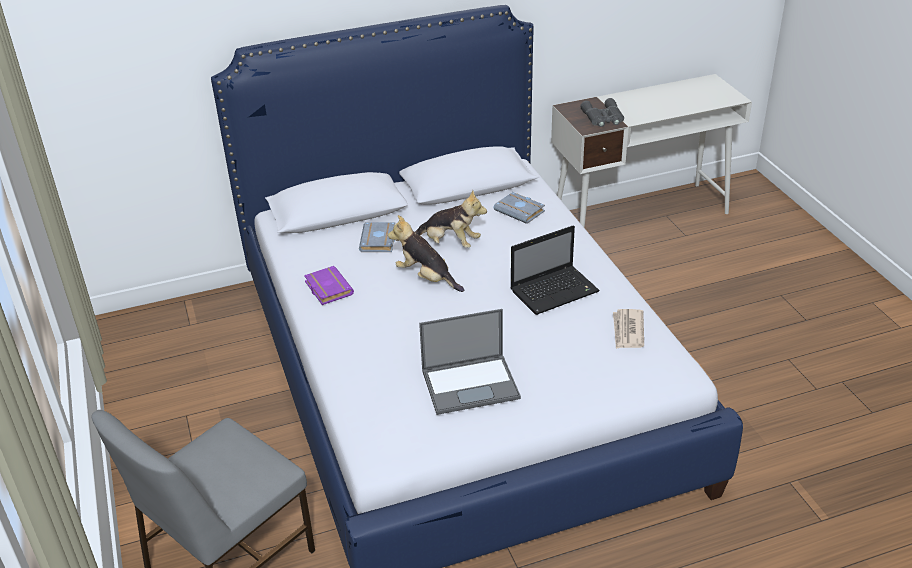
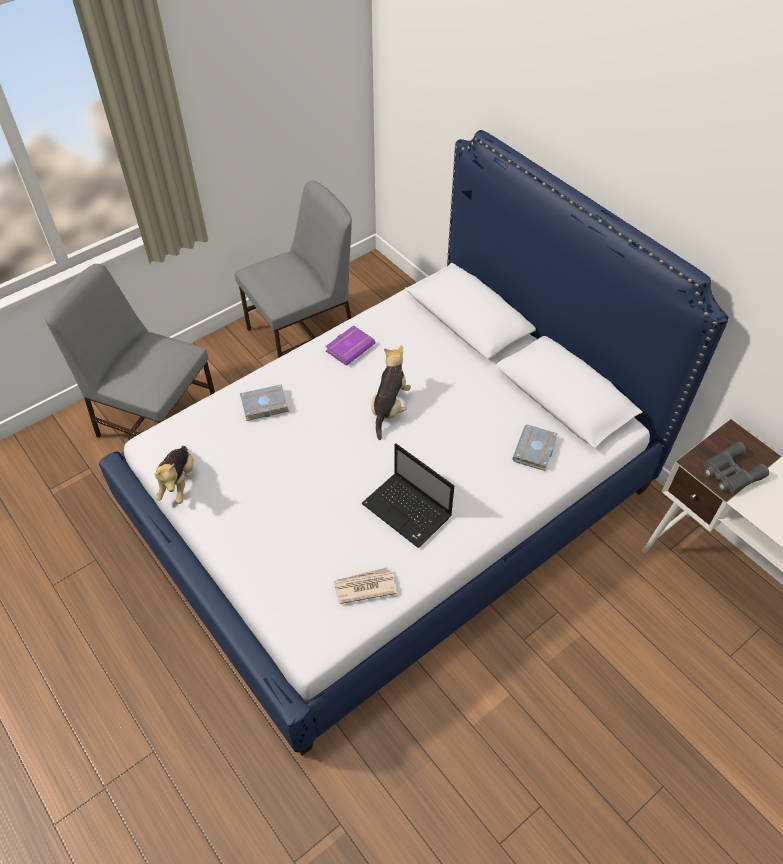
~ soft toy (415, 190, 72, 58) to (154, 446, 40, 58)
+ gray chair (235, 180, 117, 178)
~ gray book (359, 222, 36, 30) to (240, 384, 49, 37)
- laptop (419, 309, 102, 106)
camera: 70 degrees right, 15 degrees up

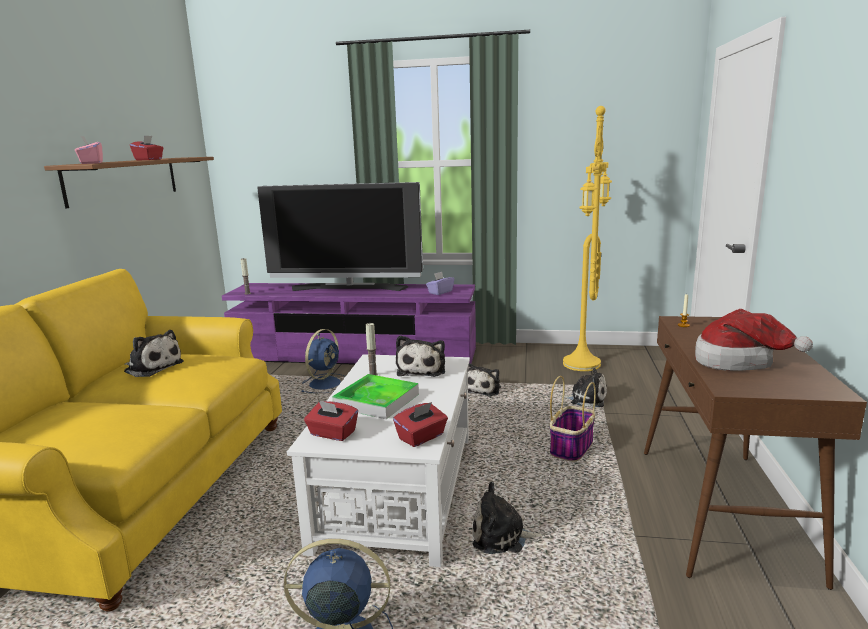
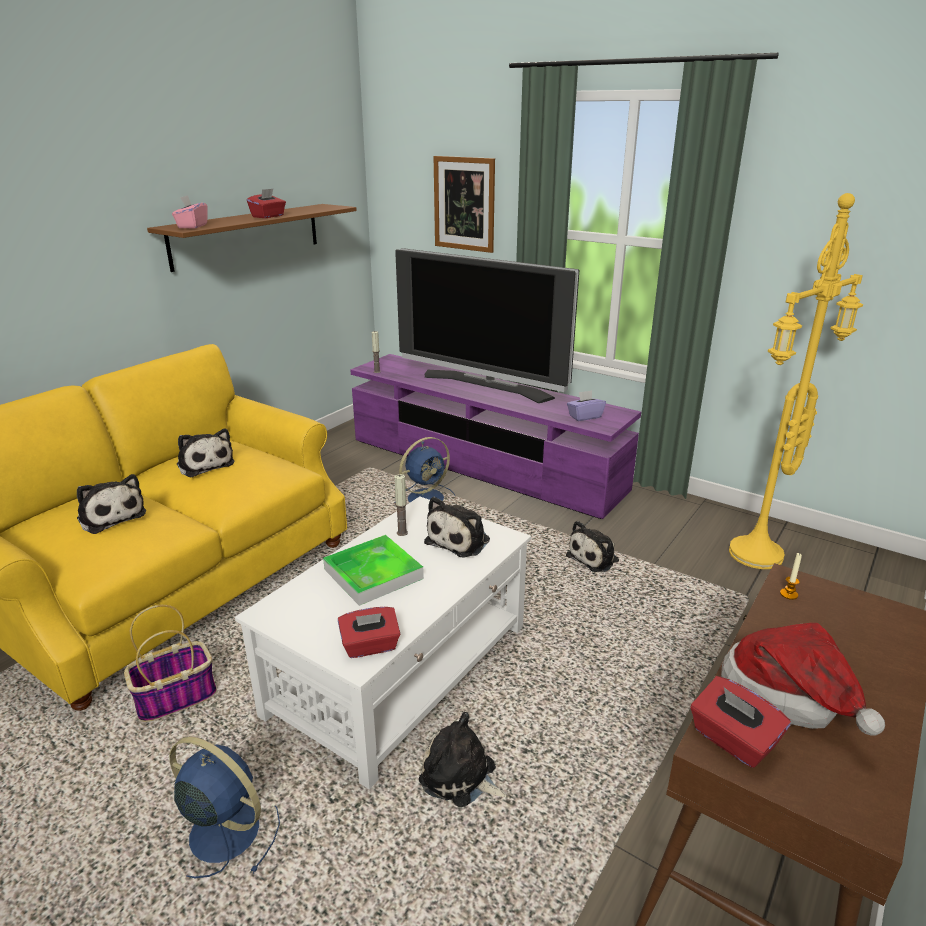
~ soft toy (560, 368, 47, 39) to (77, 474, 69, 60)
~ household basket (549, 376, 47, 86) to (124, 605, 93, 117)
+ wall art (434, 156, 61, 97)
~ reddish tissue holder (304, 400, 54, 41) to (690, 676, 101, 92)
camera: 25 degrees right, 10 degrees up

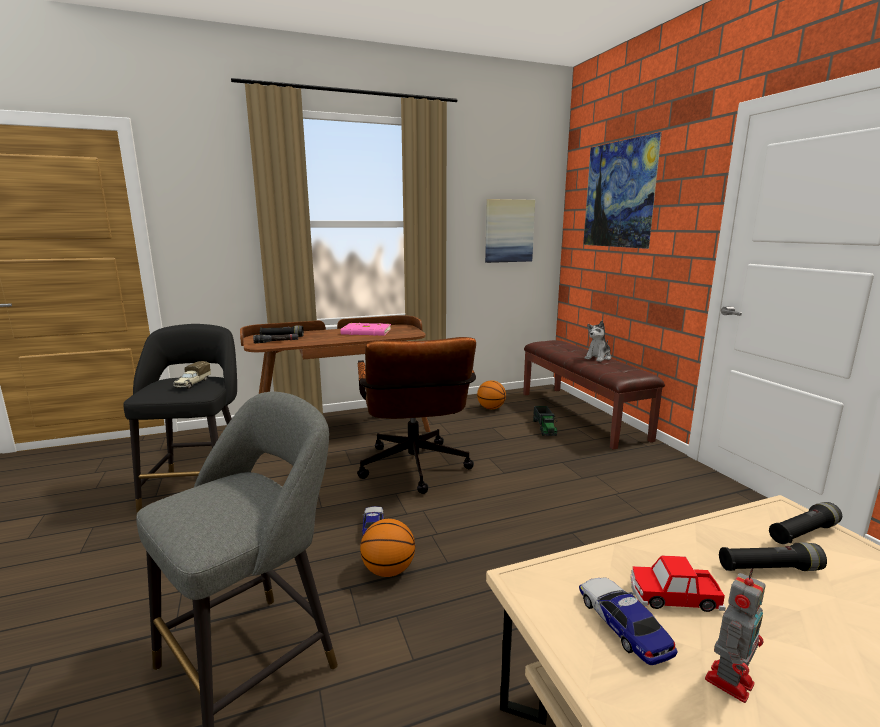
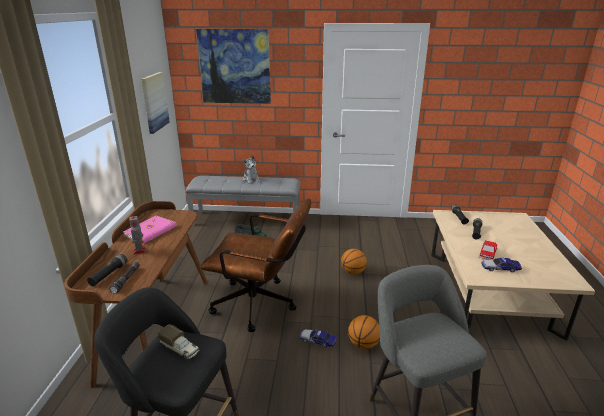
~ toy robot (705, 568, 61, 135) to (129, 213, 17, 42)
~ brownish indoor bench (523, 340, 142, 110) to gray indoor bench (185, 176, 116, 50)
~ basketball ball (477, 380, 29, 29) to (341, 249, 26, 25)
camera: 65 degrees left, 10 degrees up

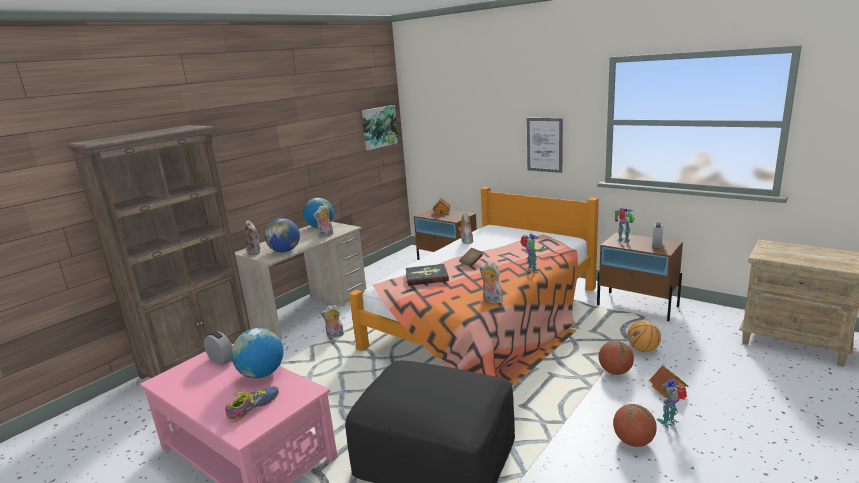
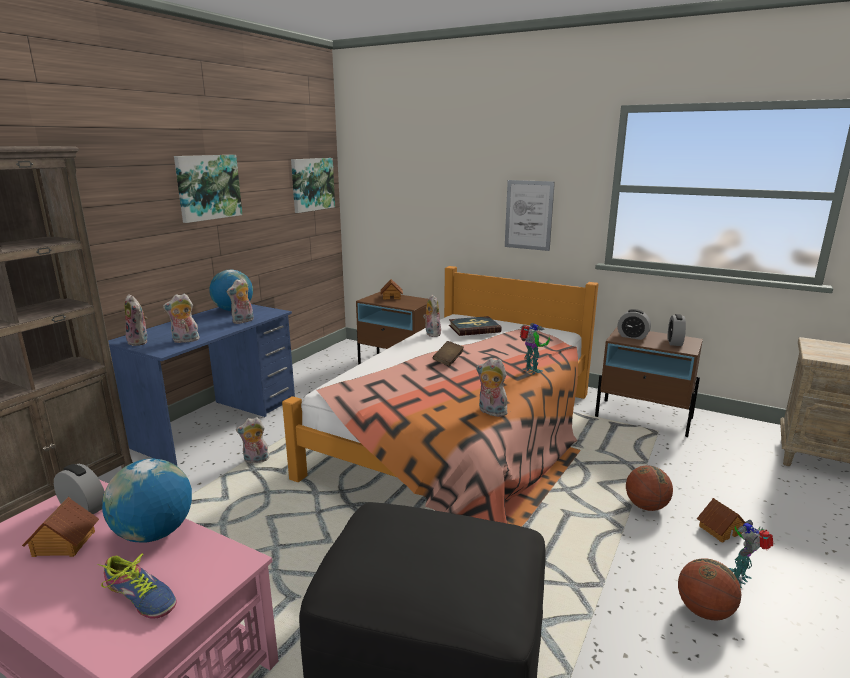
+ miniature house (22, 497, 77, 60)
~ item of footwear (225, 386, 54, 36) = (97, 553, 79, 65) 90 degrees clockwise
~ beige-coloured desk table (235, 222, 131, 118) to bluish desk table (108, 304, 187, 162)
~ world globe (264, 218, 36, 34) to soft toy (163, 294, 37, 49)
+ wall art (174, 155, 68, 68)
~ book (406, 264, 43, 22) to (449, 316, 53, 20)
~ toy robot (615, 208, 19, 35) to table clock (617, 309, 34, 31)
- basketball ball (627, 321, 34, 31)
camera: 10 degrees left, 0 degrees up

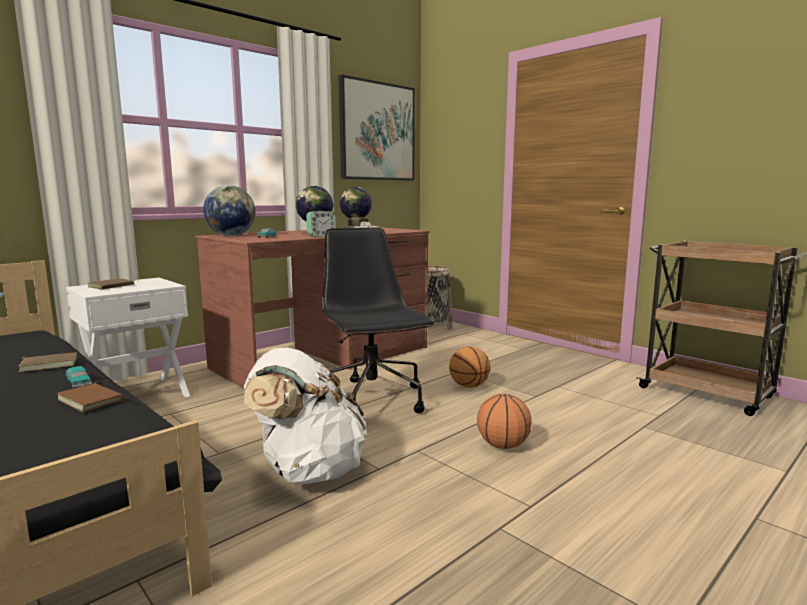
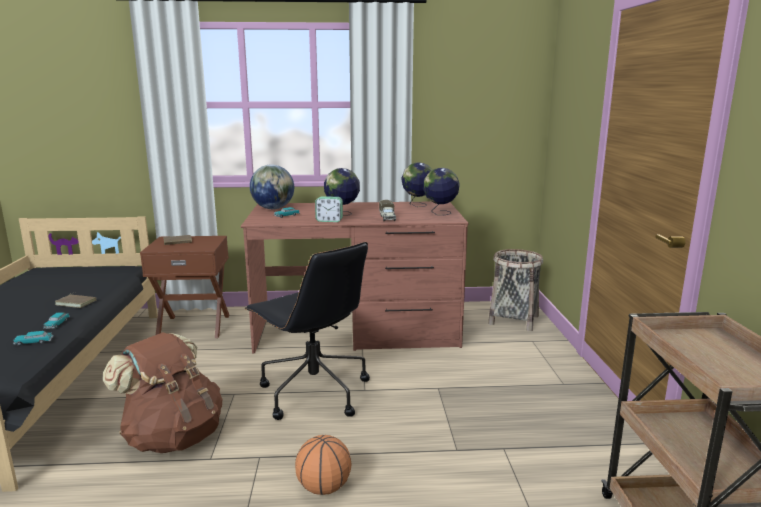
~ brownish book (57, 380, 66, 32) to toy car (13, 331, 41, 15)
~ white-coloured knapsack (244, 347, 123, 138) to brownish knapsack (102, 332, 120, 121)
~ white-coloured bedside table (66, 278, 124, 119) to brownish bedside table (140, 236, 90, 102)
~ black-coloured computer chair (322, 228, 113, 185) = (245, 242, 125, 178) 120 degrees clockwise
+ world globe (423, 168, 37, 47)
- wall art (338, 75, 77, 106)
- basketball ball (449, 347, 41, 41)
camera: 40 degrees right, 5 degrees up

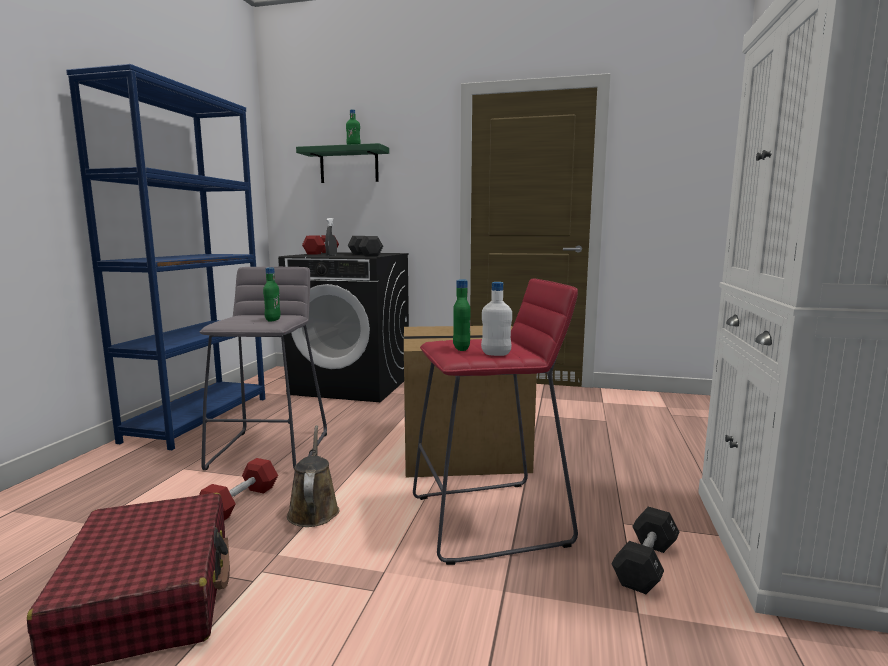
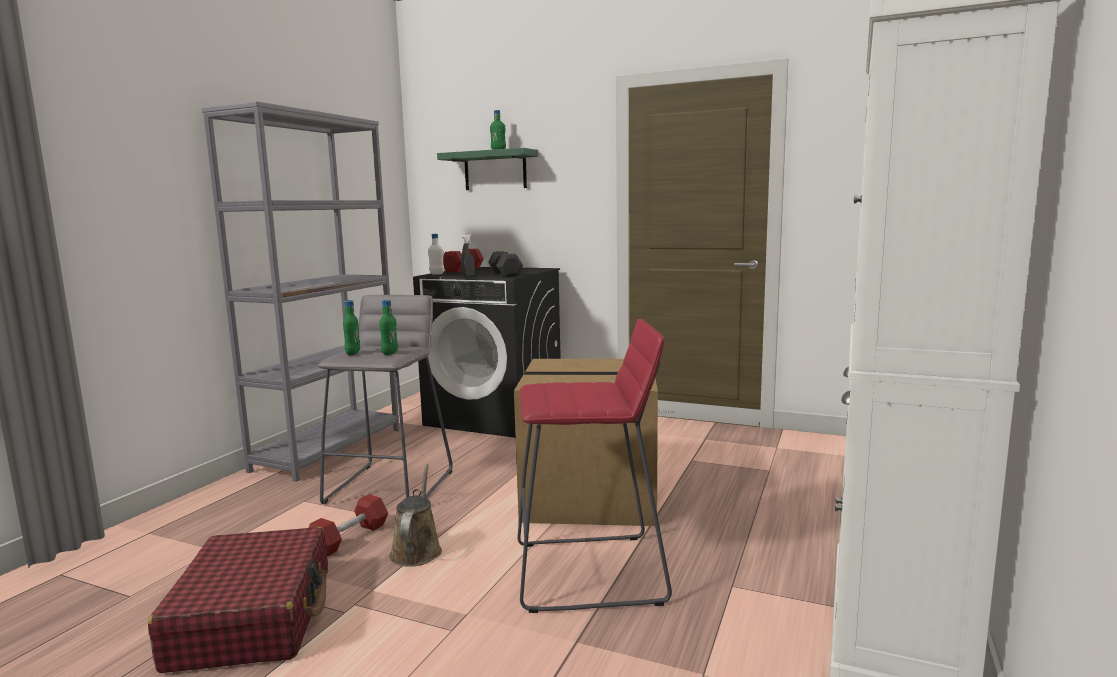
~ bluish bookshelf (66, 64, 199, 386) to gray bookshelf (202, 101, 198, 381)
~ greenish bottle (453, 279, 17, 72) to (343, 300, 17, 55)
~ white-coloured bottle (481, 282, 31, 74) to (428, 234, 16, 41)
- black-coloured free weight (611, 507, 68, 87)
camera: 10 degrees right, 0 degrees up

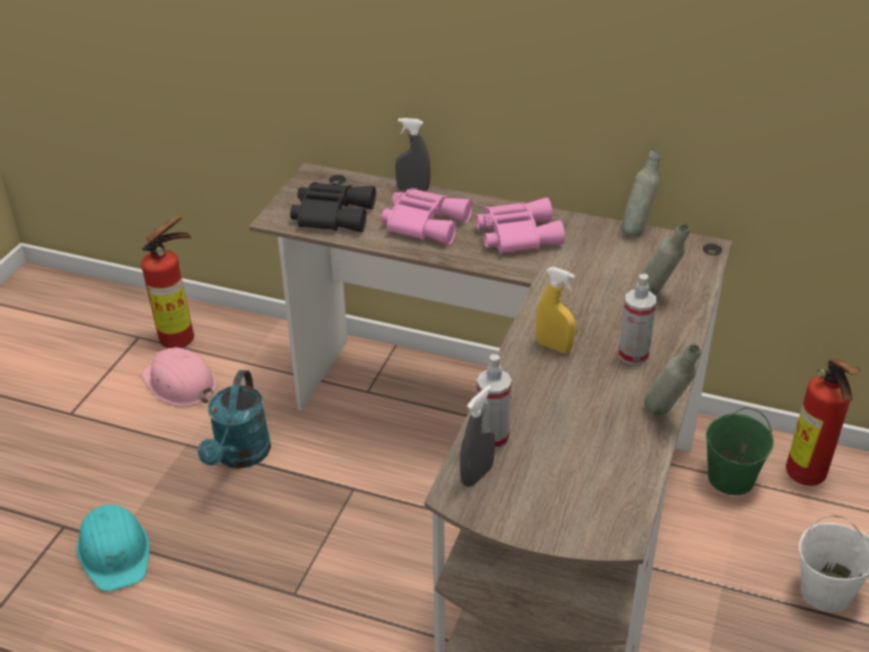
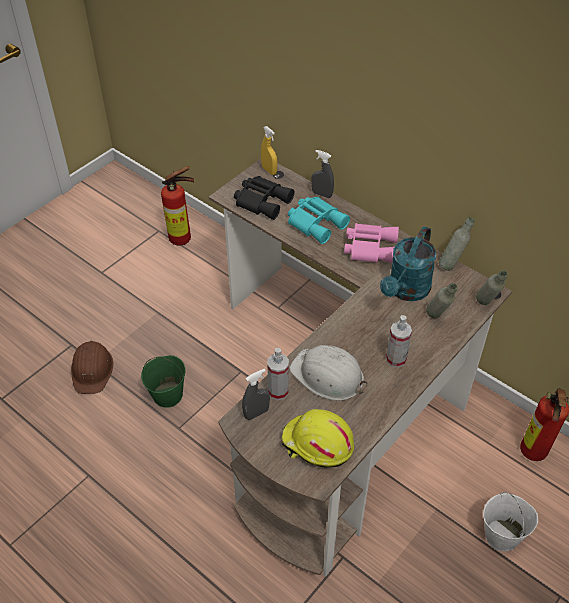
~ turquoise-coloured safety helmet (77, 505, 73, 86) to brownish safety helmet (71, 340, 42, 54)
~ greenish pail (706, 407, 68, 88) to (141, 355, 45, 53)
~ yellowish spray bottle (536, 267, 40, 86) to (261, 126, 16, 49)
+ yellowish safety helmet (281, 409, 73, 59)
~ pinkish pair of binoculars (381, 188, 92, 57) to turquoise-coloured pair of binoculars (288, 197, 62, 47)
+ white-coloured safety helmet (289, 345, 79, 56)
~ turquoise-coloured watering pot (198, 370, 73, 99) to (380, 226, 56, 75)
~ gray bottle (644, 344, 57, 72) to (476, 270, 32, 35)
- pinkish safety helmet (142, 347, 74, 59)
camera: 20 degrees right, 10 degrees up

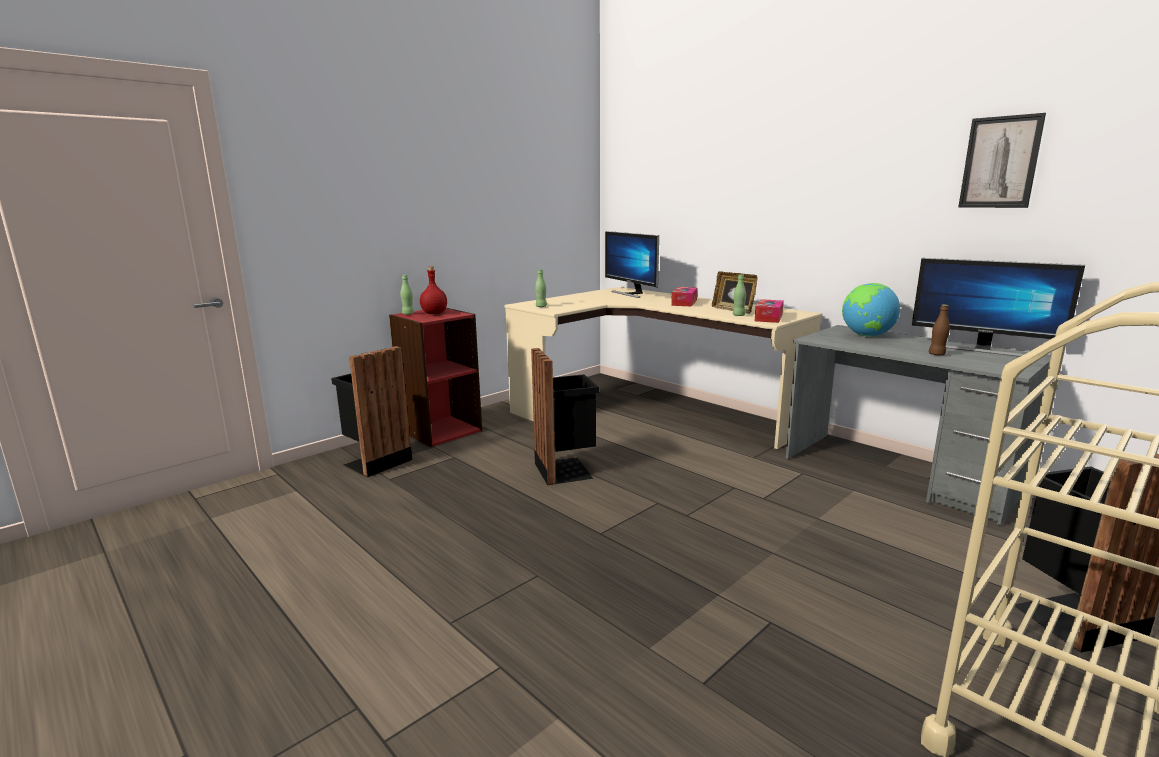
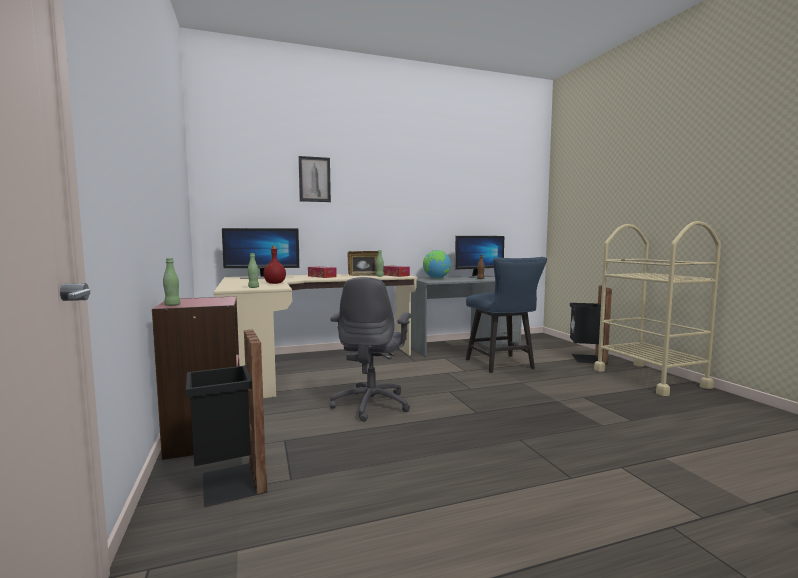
~ reddish bottle (420, 266, 27, 48) to (263, 246, 23, 38)
~ wall art (958, 113, 88, 95) to (299, 156, 32, 46)
~ black-coloured trash can (531, 348, 68, 137) to gray computer chair (330, 277, 81, 145)
+ bluish chair (466, 257, 81, 116)
camera: 65 degrees left, 10 degrees down

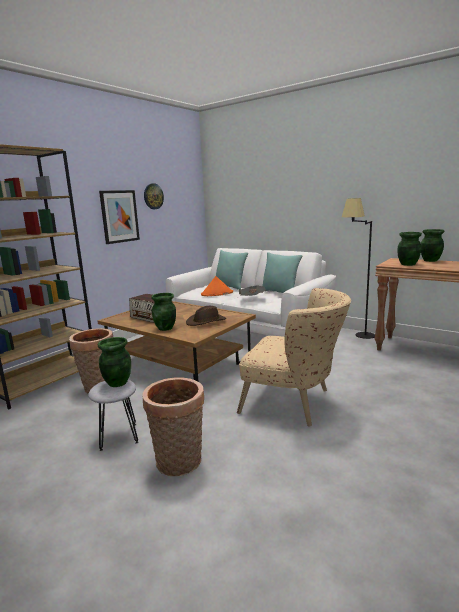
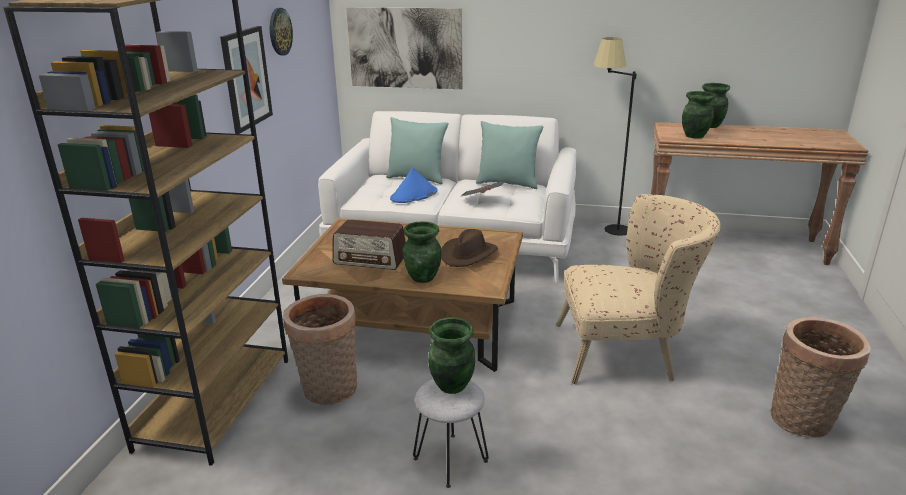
+ wall art (346, 7, 116, 82)
~ orangey hat (201, 276, 32, 20) to bluish hat (390, 168, 47, 35)
~ household basket (143, 378, 61, 98) to (770, 317, 101, 121)
camera: 25 degrees left, 10 degrees up

